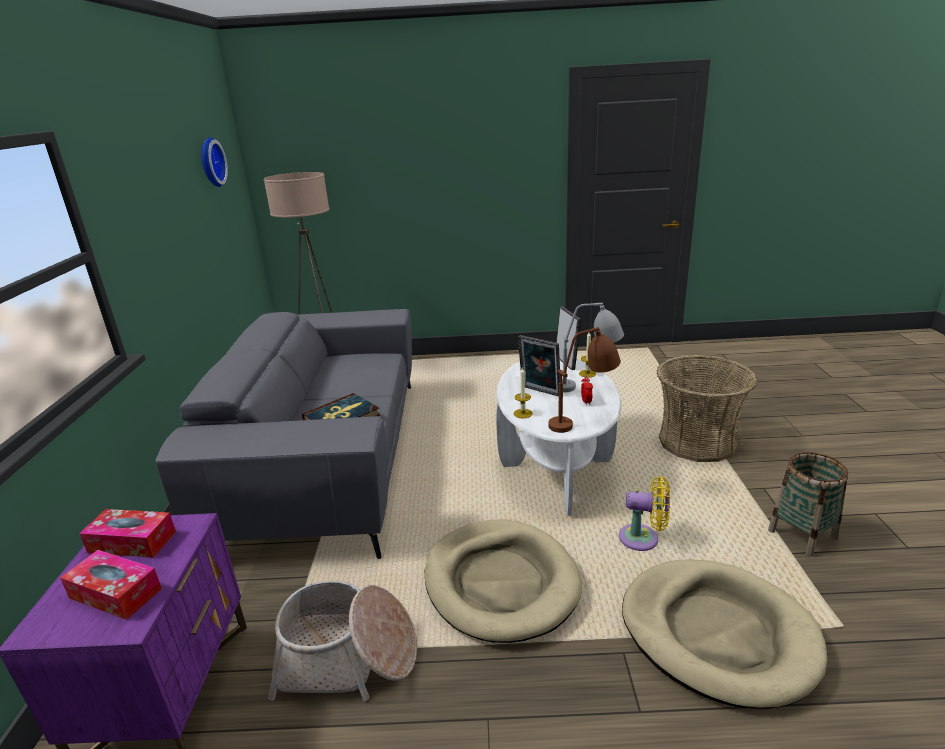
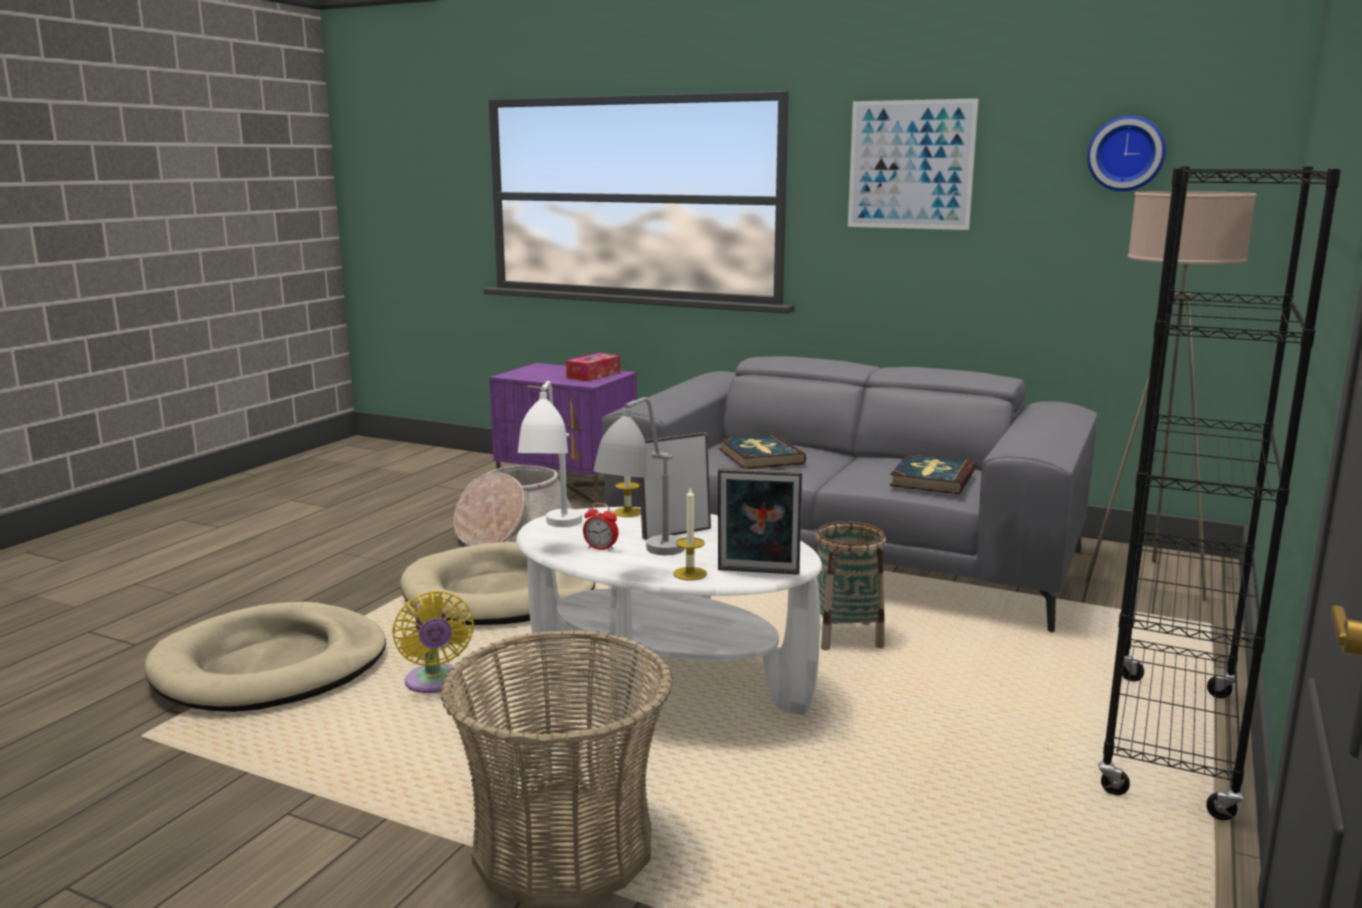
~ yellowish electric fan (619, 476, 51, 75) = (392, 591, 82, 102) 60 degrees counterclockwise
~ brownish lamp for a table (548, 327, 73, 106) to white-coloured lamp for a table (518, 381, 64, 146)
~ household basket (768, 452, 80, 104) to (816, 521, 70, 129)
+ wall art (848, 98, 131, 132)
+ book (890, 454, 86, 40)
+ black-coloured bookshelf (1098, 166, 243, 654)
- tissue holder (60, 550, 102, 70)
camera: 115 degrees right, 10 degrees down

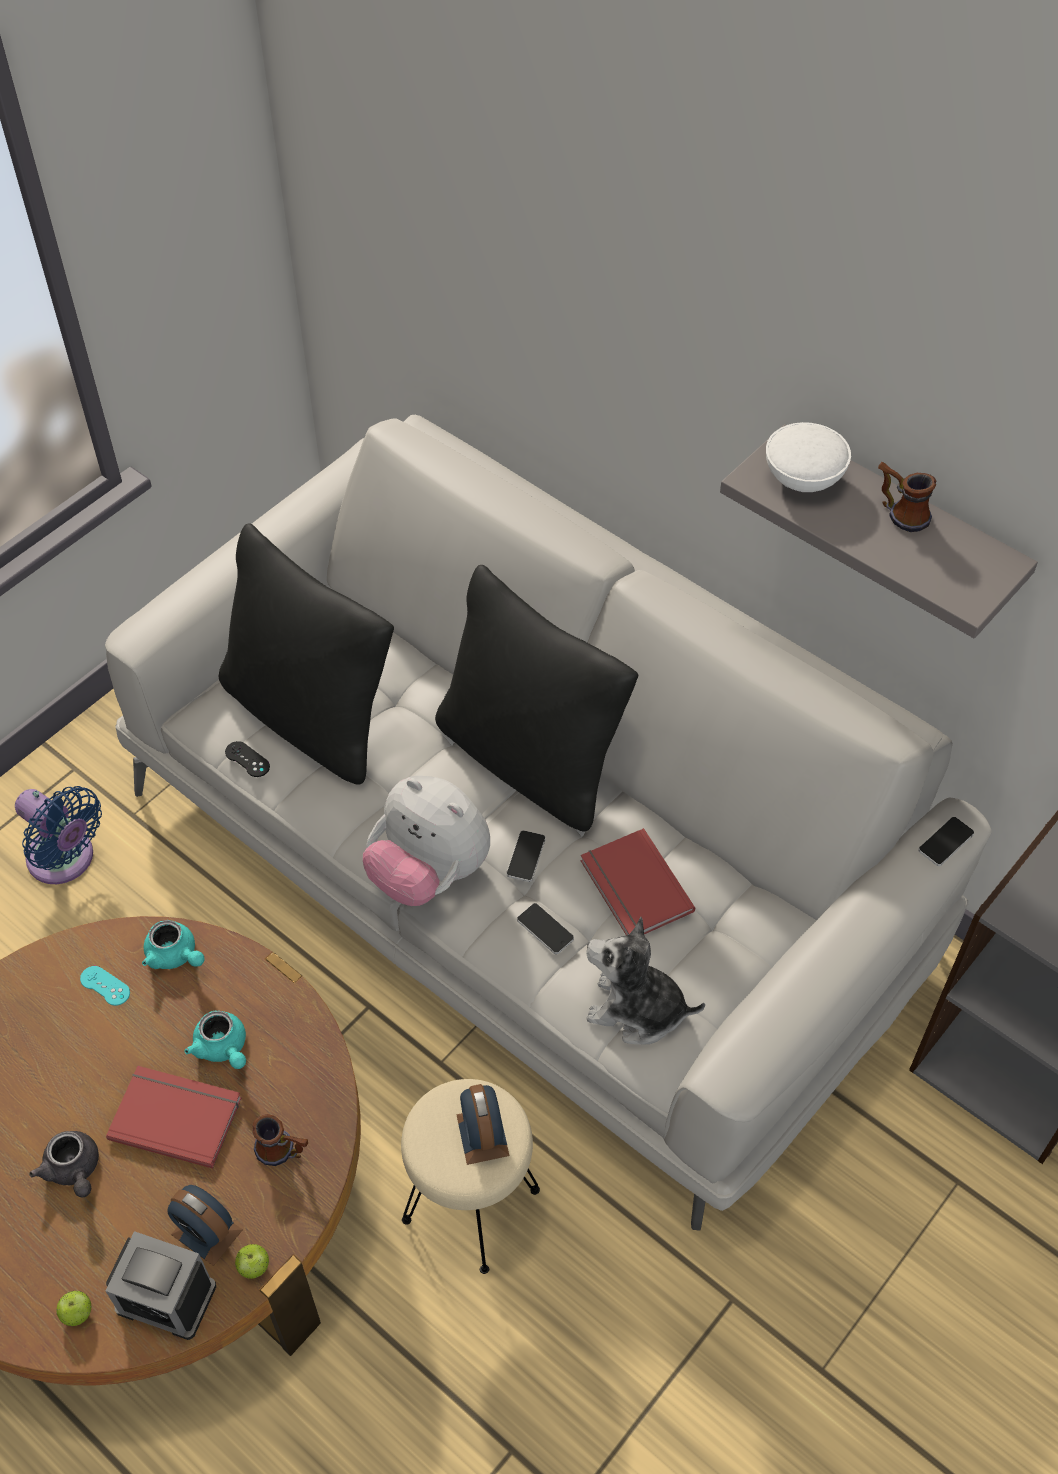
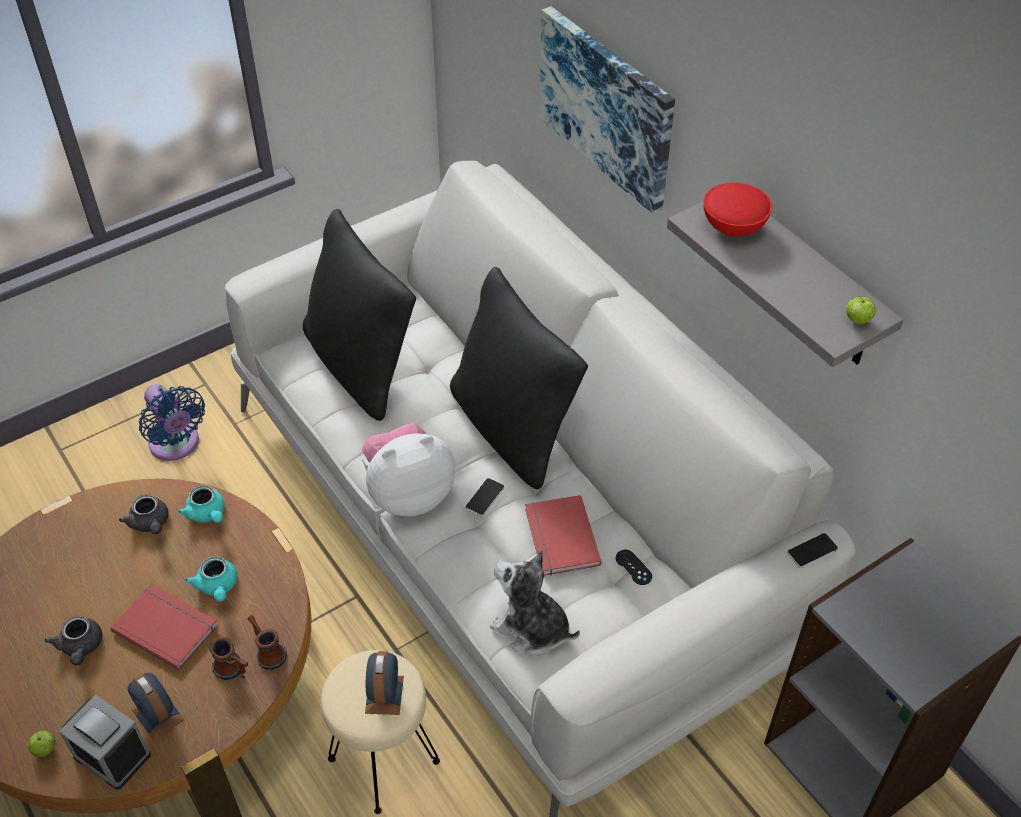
~ turquoise-coloured joypad (80, 966, 50, 40) to gray tea pot (119, 494, 50, 40)
~ mug (878, 462, 58, 70) to (247, 615, 40, 55)
~ soft toy (363, 776, 127, 130) = (362, 423, 93, 93) 105 degrees clockwise
+ wall art (539, 6, 136, 208)
~ black-coloured joypad (225, 741, 45, 36) to (616, 550, 36, 35)
~ white-coloured serving bowl (766, 422, 85, 70) to reddish serving bowl (704, 183, 68, 54)
~ apple fruit (235, 1244, 34, 35) to (846, 296, 30, 28)
- phone (517, 903, 57, 51)
camera: 15 degrees right, 5 degrees down

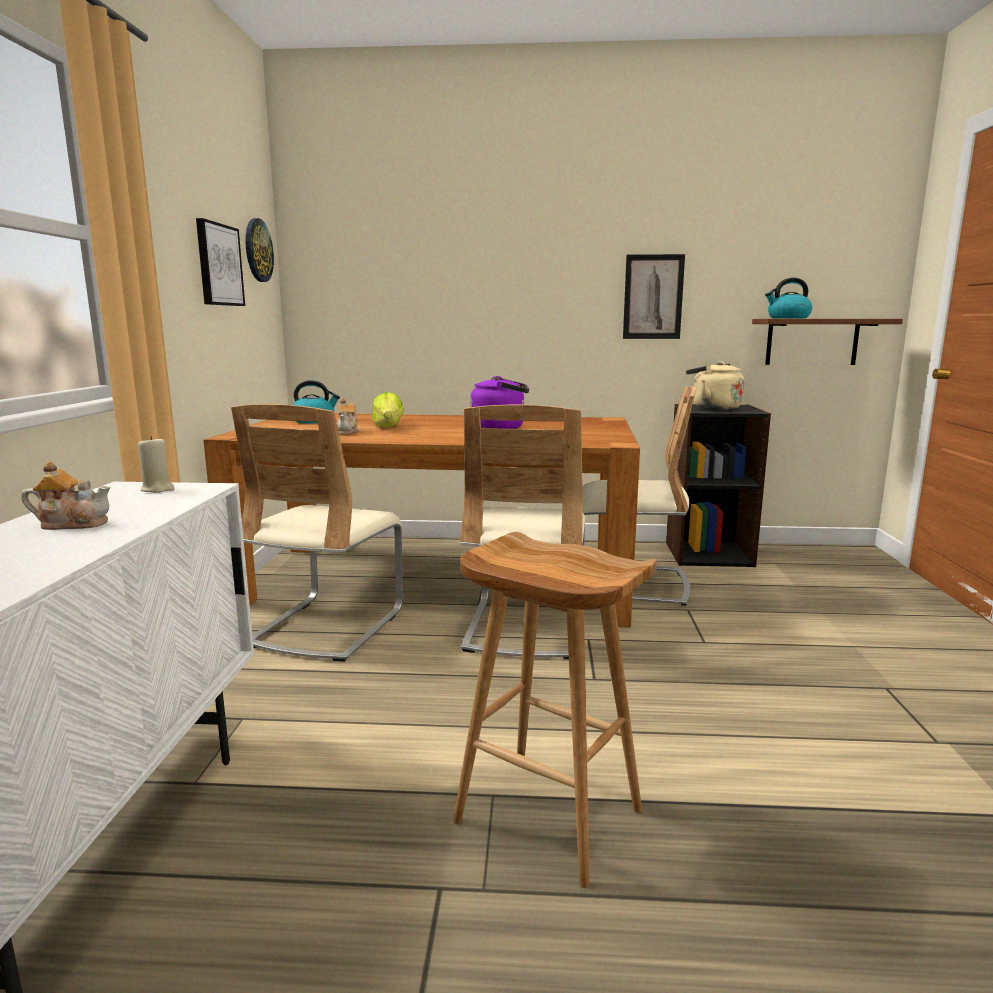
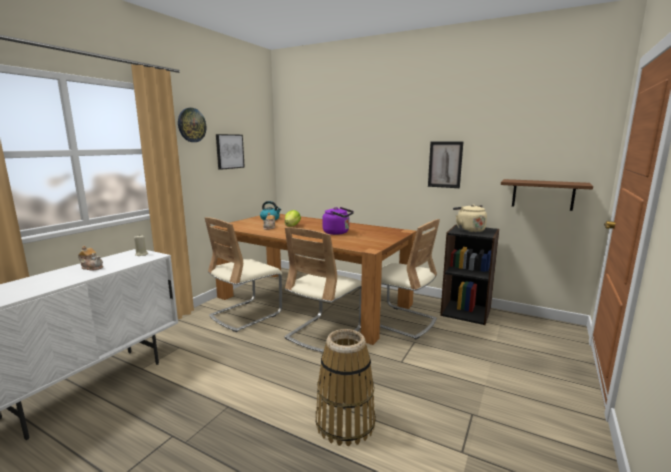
~ clock on the wall (245, 218, 29, 64) to (178, 108, 28, 34)
+ household basket (316, 329, 60, 117)
- brownish stool (453, 532, 204, 356)
- water kettle (765, 278, 47, 40)
camera: 25 degrees right, 0 degrees up

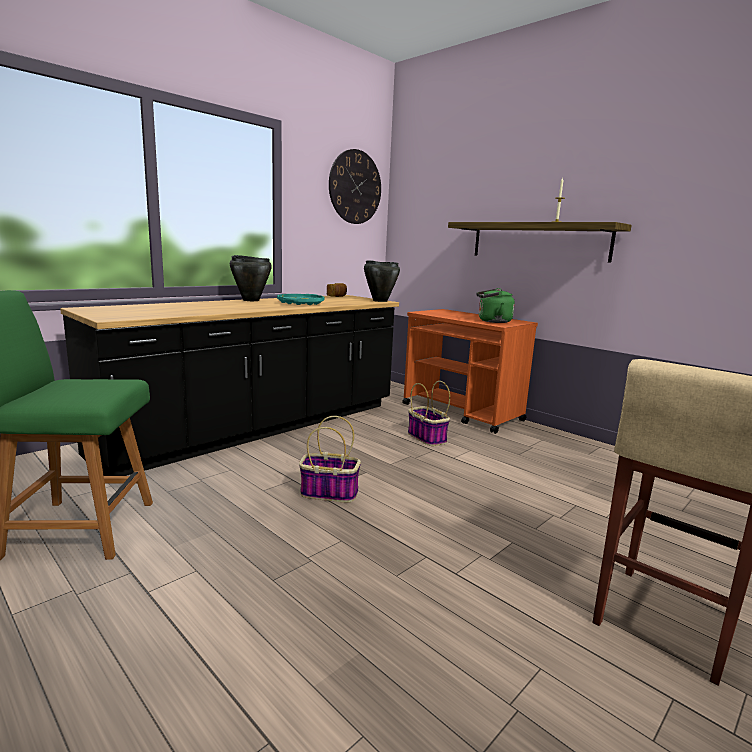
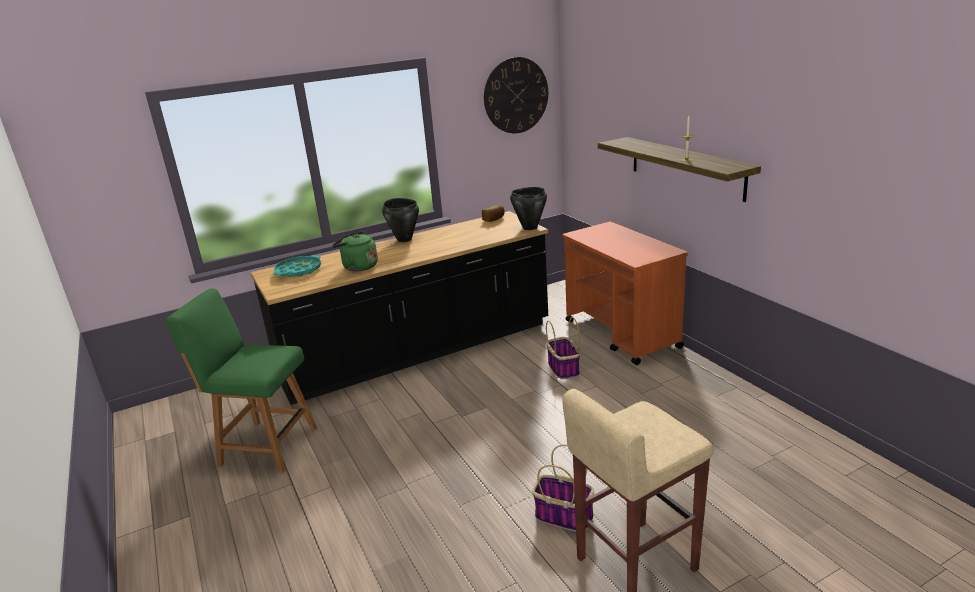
~ turquoise-coloured serving tray (277, 294, 48, 11) to (273, 255, 48, 22)
~ greenish water kettle (476, 288, 39, 35) to (332, 231, 46, 41)
~ household basket (299, 416, 62, 86) to (532, 444, 62, 88)
camera: 20 degrees right, 10 degrees up

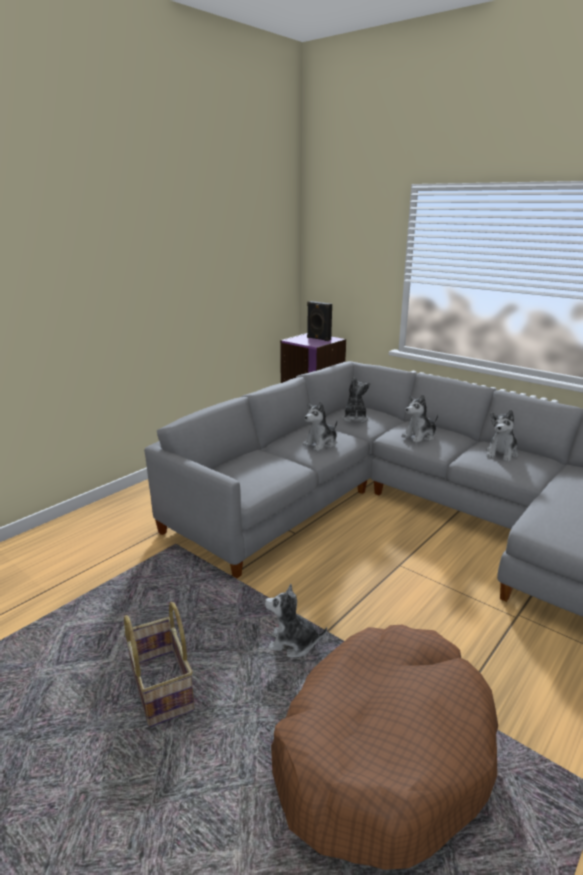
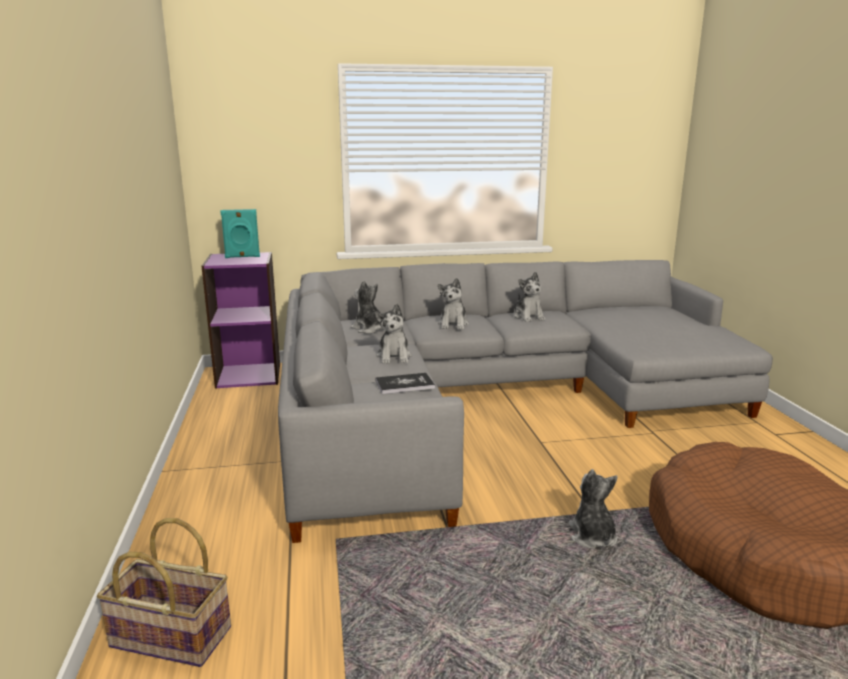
~ household basket (124, 602, 71, 125) to (97, 518, 134, 149)
~ black-coloured speaker (307, 301, 25, 40) to turquoise-coloured speaker (220, 209, 40, 49)
+ book (375, 373, 60, 21)
~ soft toy (265, 584, 62, 73) = (569, 469, 49, 79) 120 degrees clockwise
camera: 50 degrees left, 5 degrees down

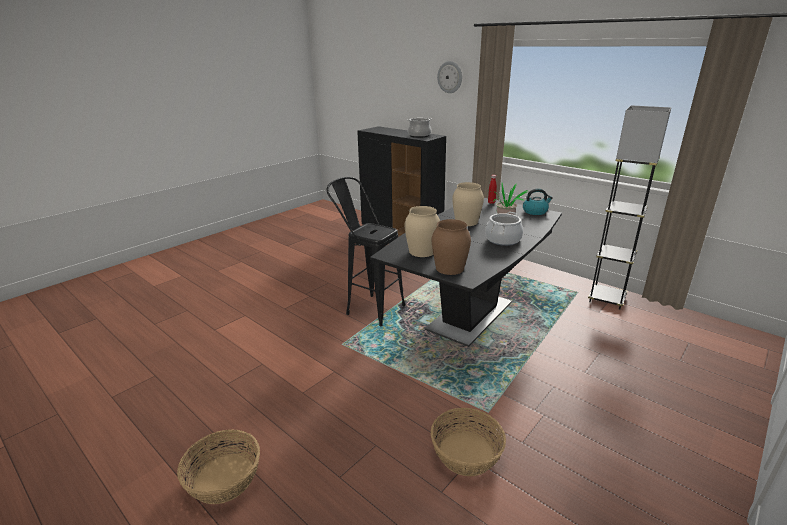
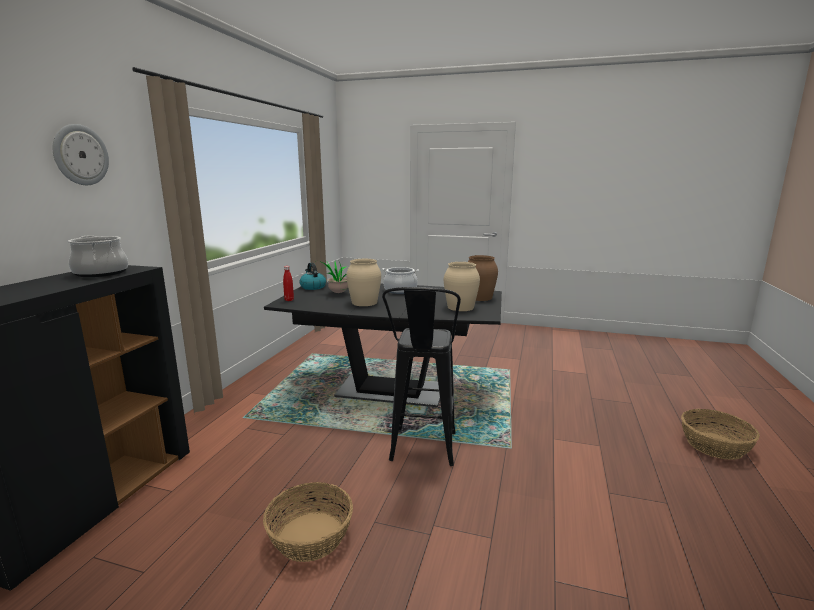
~ household basket (431, 408, 75, 68) to (263, 482, 90, 80)
- gray standard lamp (588, 105, 83, 205)
camera: 115 degrees left, 10 degrees down

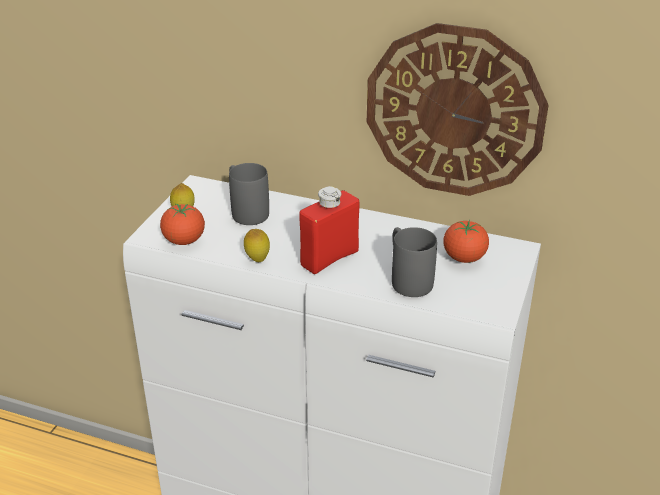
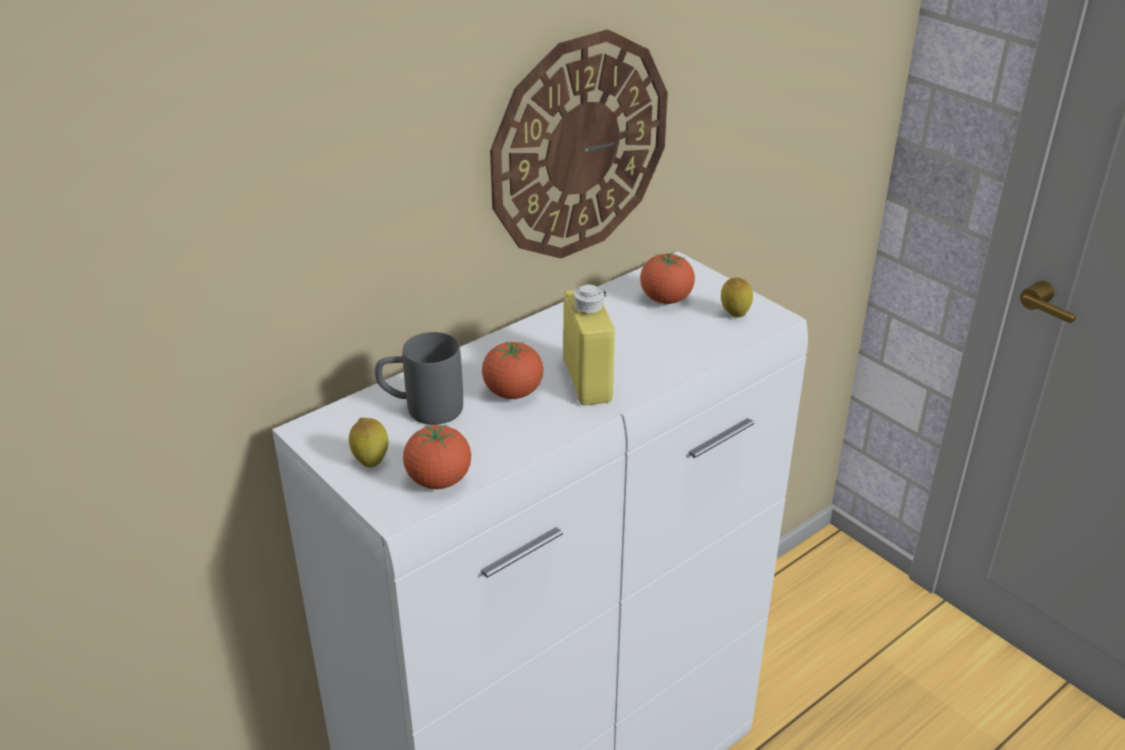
+ tomato (482, 342, 61, 57)
~ reddish bottle (299, 186, 60, 88) to yellowish bottle (563, 285, 52, 121)
~ lemon (244, 229, 26, 33) to (721, 278, 32, 39)
- gray mug (392, 227, 45, 70)
camera: 60 degrees left, 0 degrees up

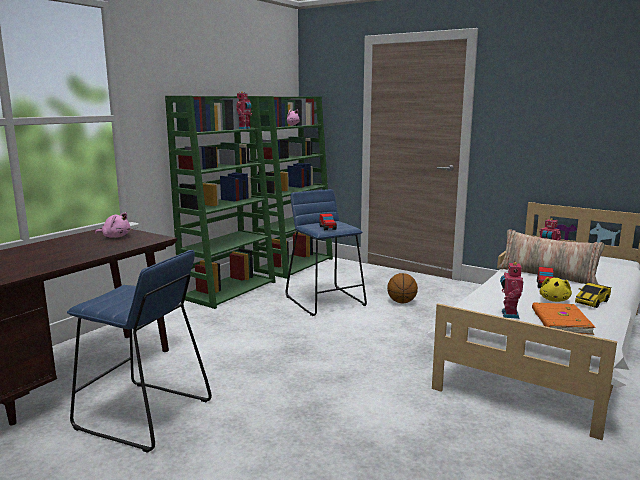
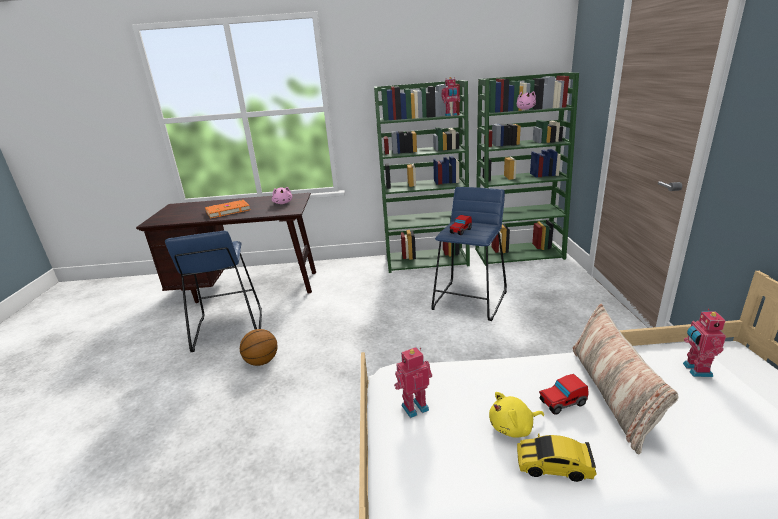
~ orangey book (532, 303, 63, 32) to (205, 200, 46, 18)
~ basketball ball (387, 273, 31, 30) to (240, 329, 38, 37)
camera: 55 degrees right, 10 degrees up

